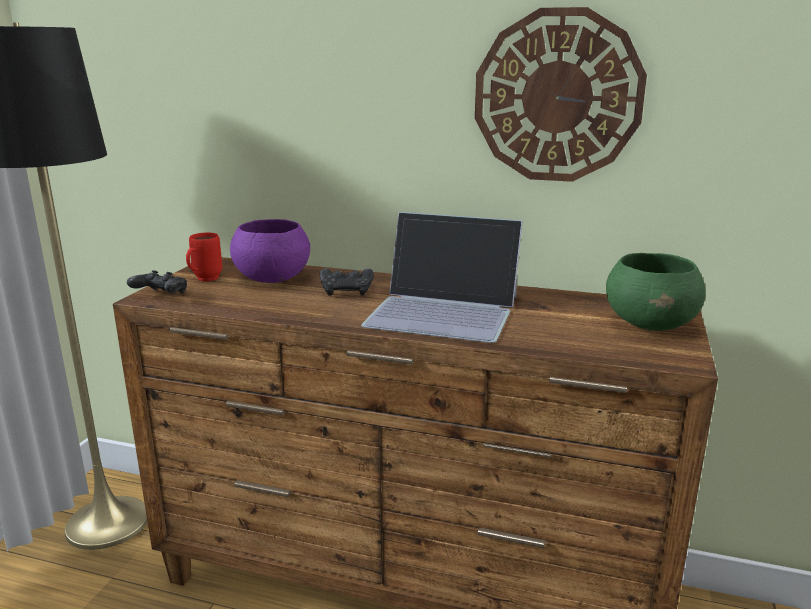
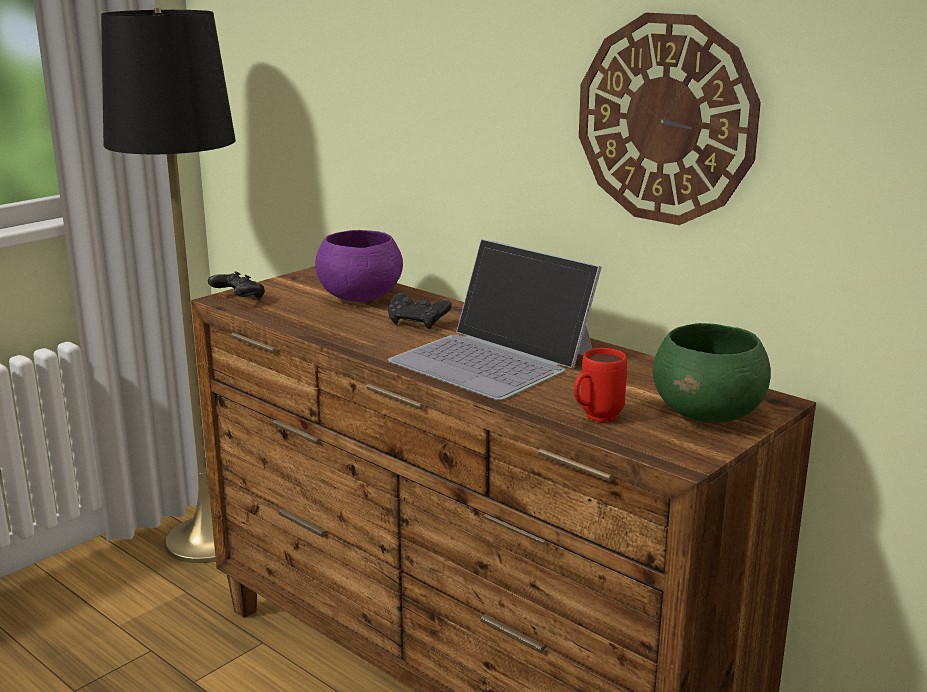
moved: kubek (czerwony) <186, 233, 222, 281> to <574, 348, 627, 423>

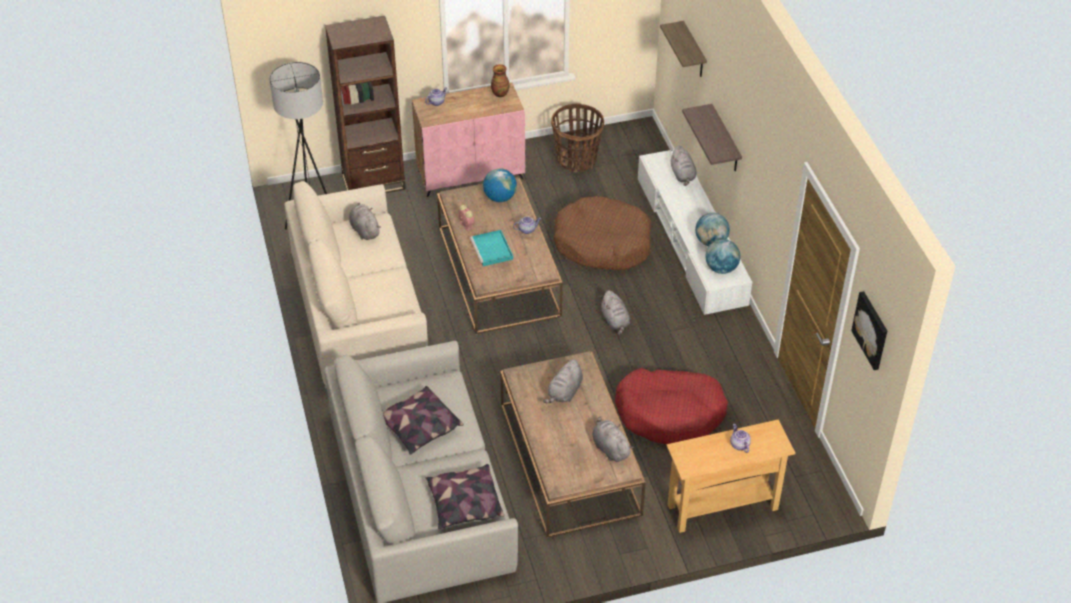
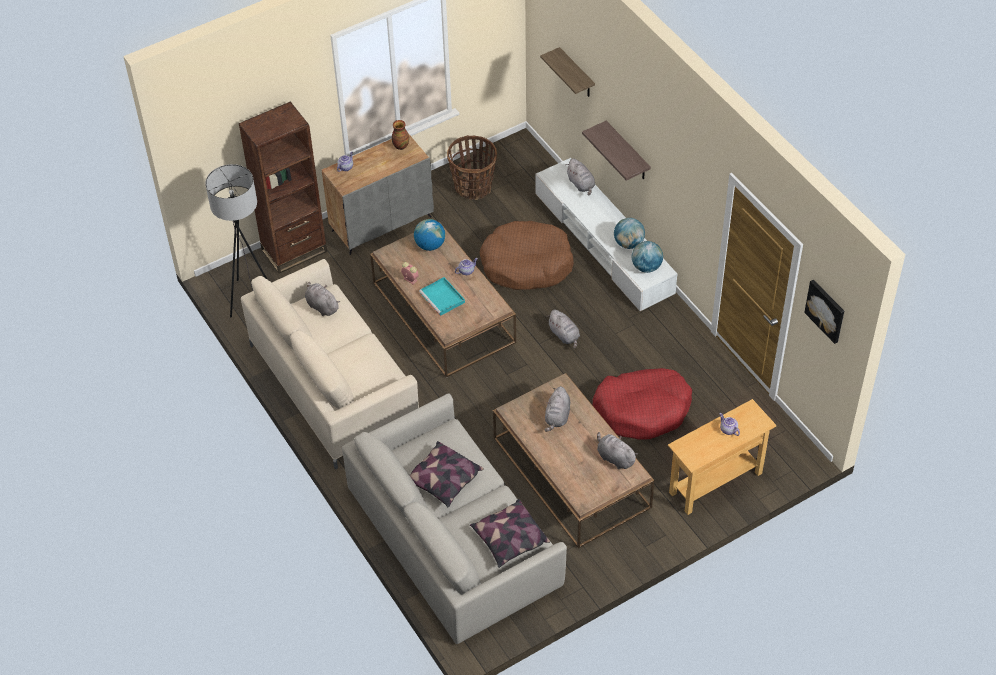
recoloured: szafka (różowy) <412, 83, 525, 197> to szafka (szary) <322, 133, 434, 255>

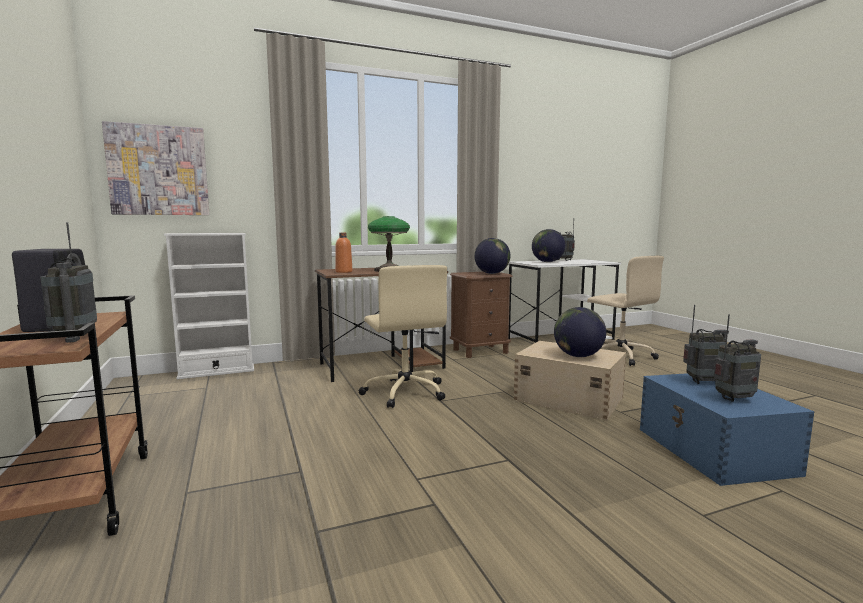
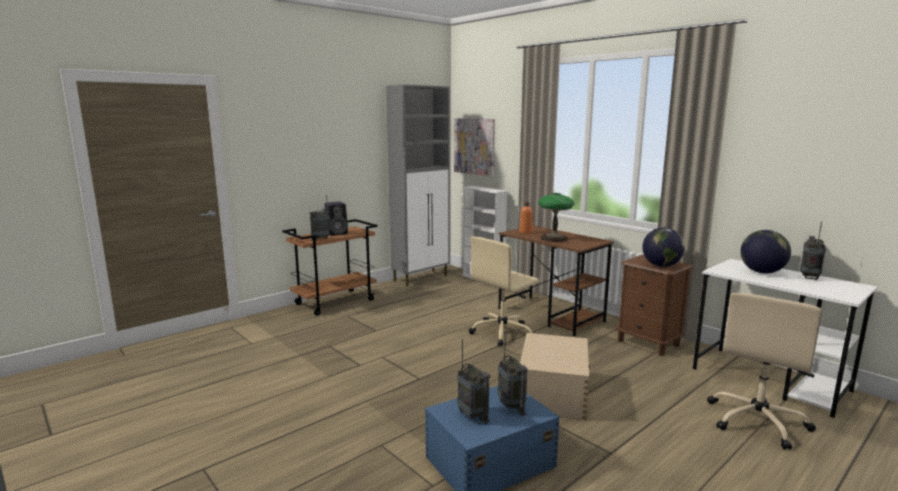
removed: globus <554, 307, 606, 357>
added: szafka (szary) <386, 85, 450, 286>

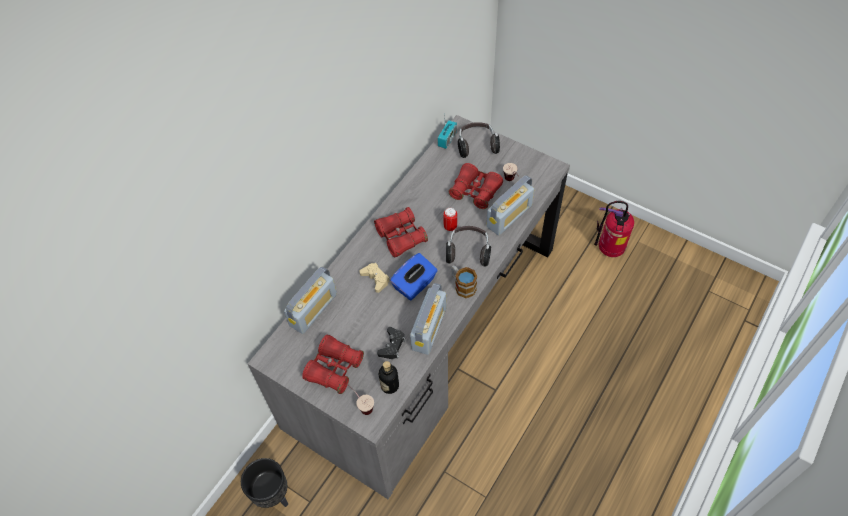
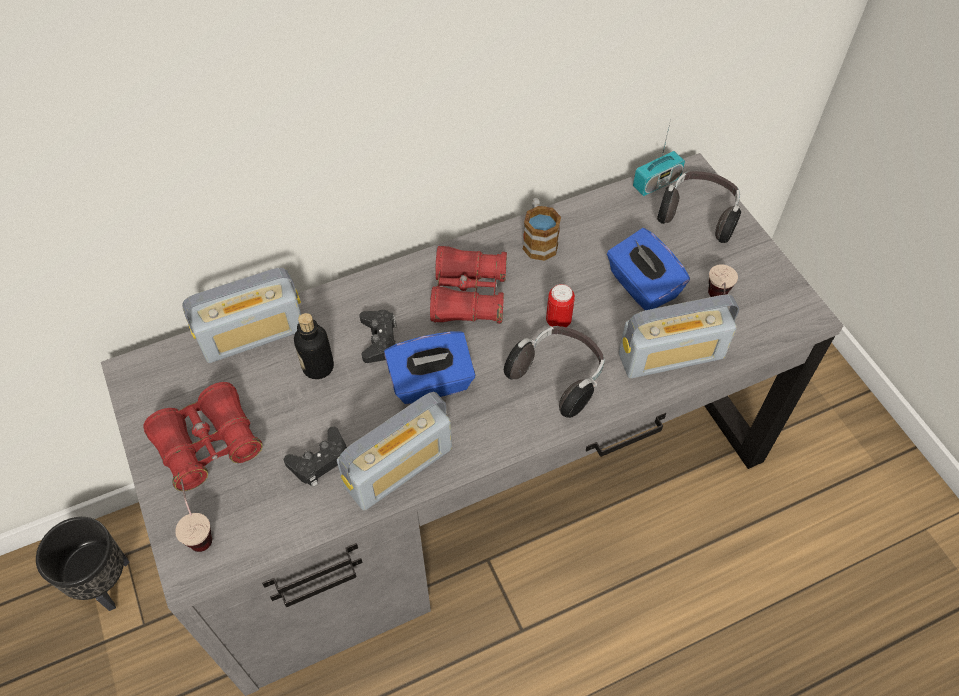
removed: gaśnica <594, 201, 634, 257>
moved: butelka <378, 361, 399, 394> to <294, 313, 334, 379>; kubek <451, 265, 477, 298> to <523, 198, 561, 261>
replaced: lornetka (czerwony) <449, 163, 503, 209> to pudełko chusteczek (niebieski) <607, 228, 690, 311>
recoloured: pad do gier (beżowy) <359, 263, 390, 293> to pad do gier (czarny) <359, 310, 397, 363>

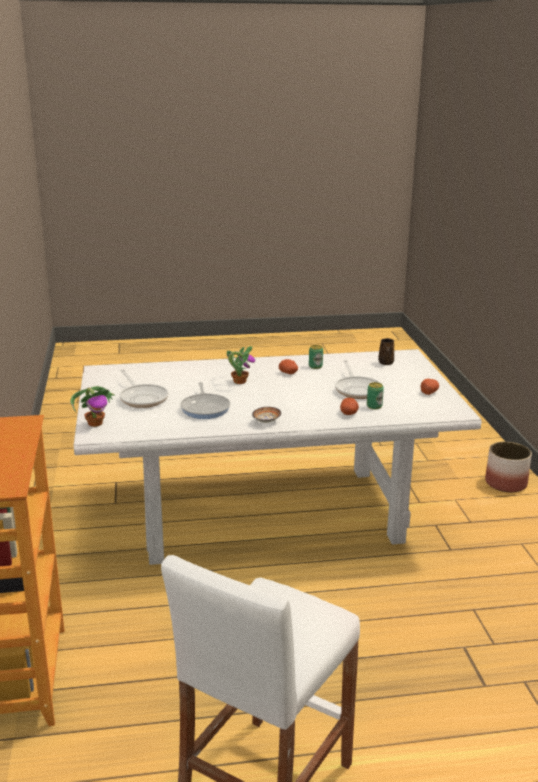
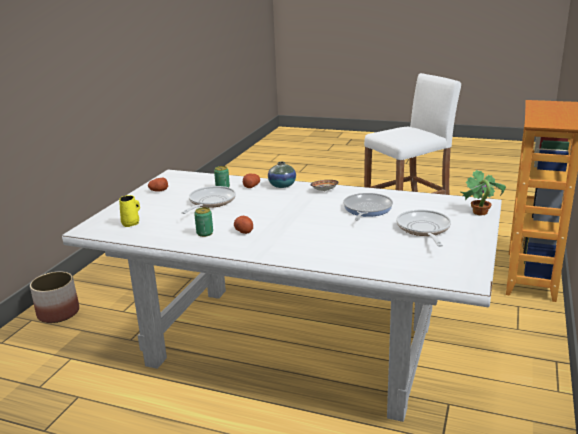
removed: roślina doniczkowa <227, 346, 255, 384>
added: wazon <268, 162, 296, 188>
recoloured: kubek (brązowy) <378, 338, 394, 365> to kubek (żółty) <119, 195, 140, 227>

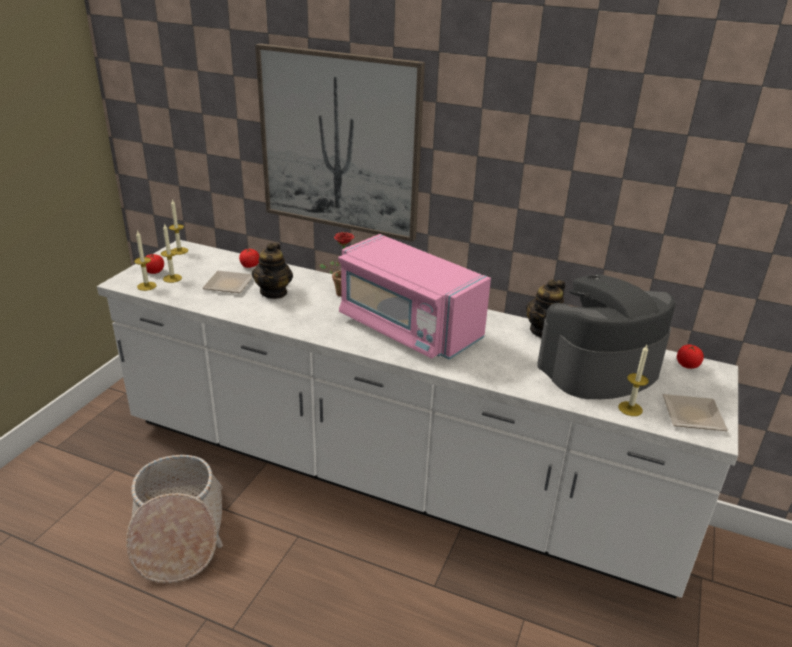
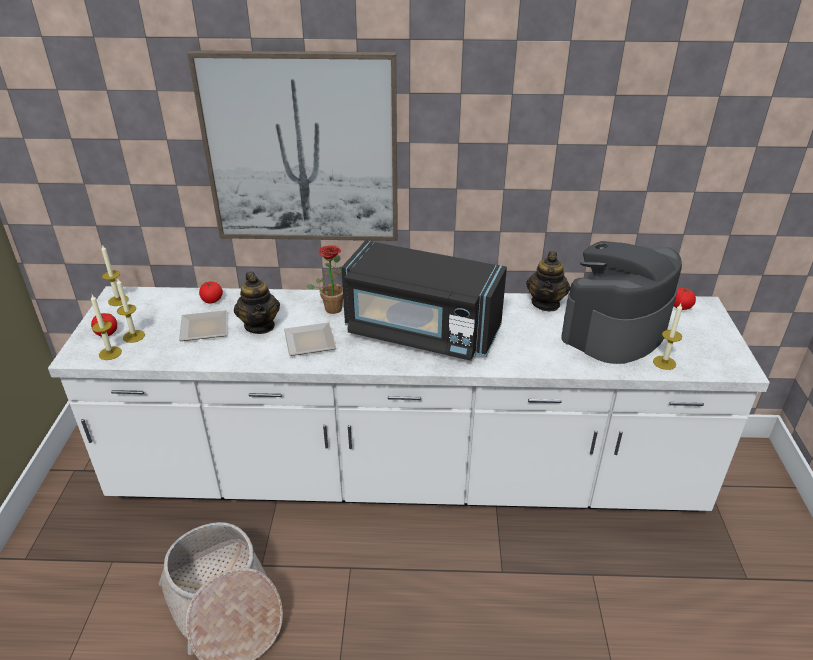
moved: talerz <662, 394, 728, 431> to <284, 322, 336, 356>
recoloured: mikrofalówka (różowy) <338, 234, 491, 360> to mikrofalówka (czarny) <341, 240, 507, 361>

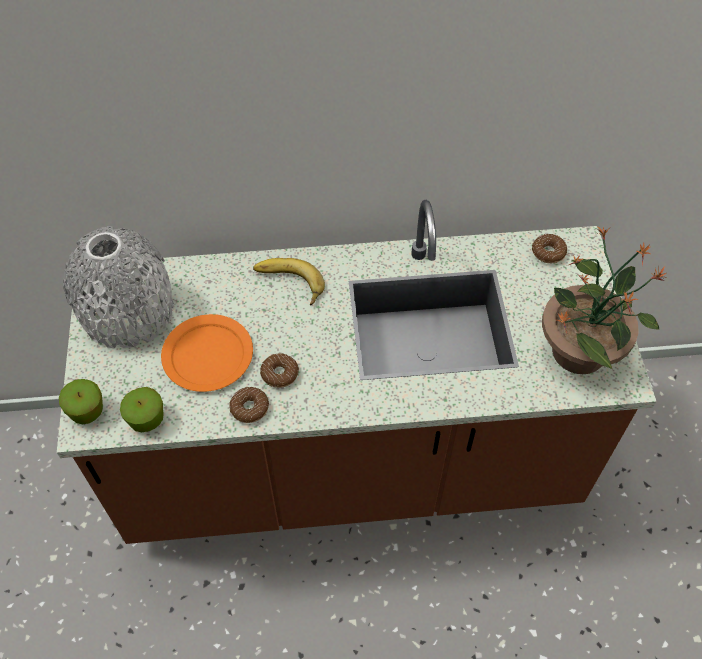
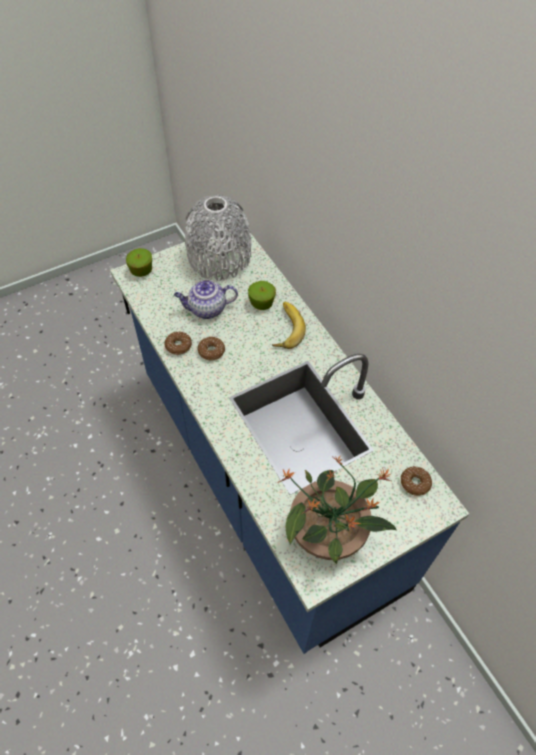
moved: jabłko <120, 387, 164, 432> to <248, 281, 276, 310>
replaced: talerz (pomarańczowy) <161, 314, 253, 392> to imbryk <174, 279, 238, 319>
recoloured: zabudowa kuchenna (brązowy) <57, 200, 657, 544> to zabudowa kuchenna (niebieski) <110, 234, 469, 654>

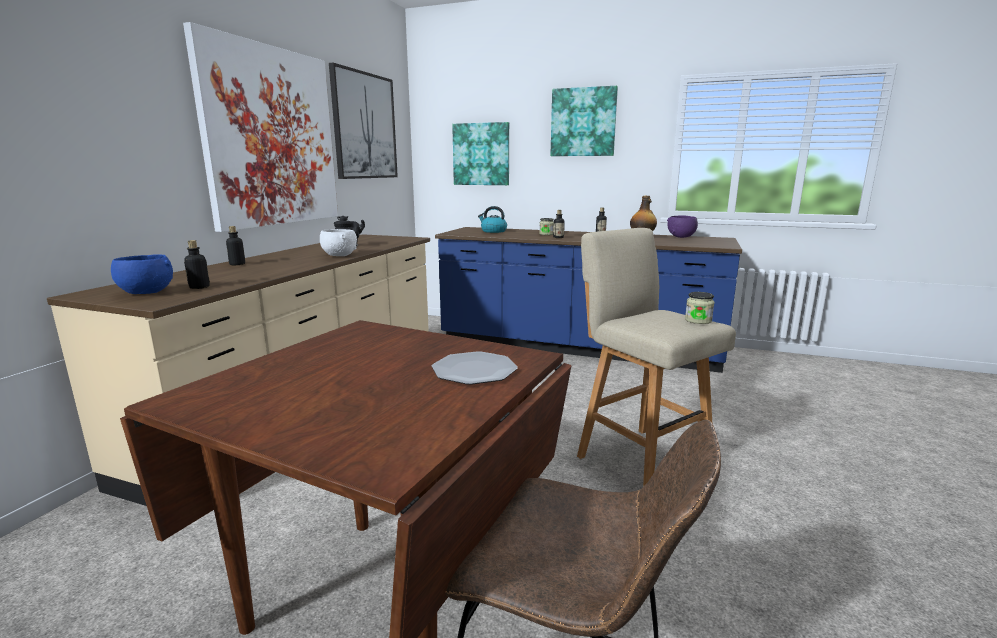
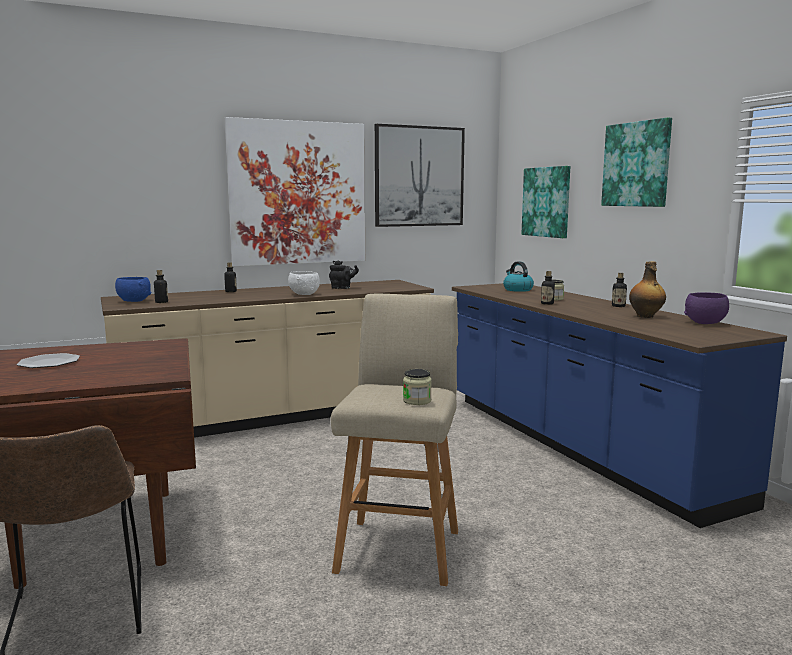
moved: talerz <432, 351, 518, 385> to <16, 353, 80, 368>

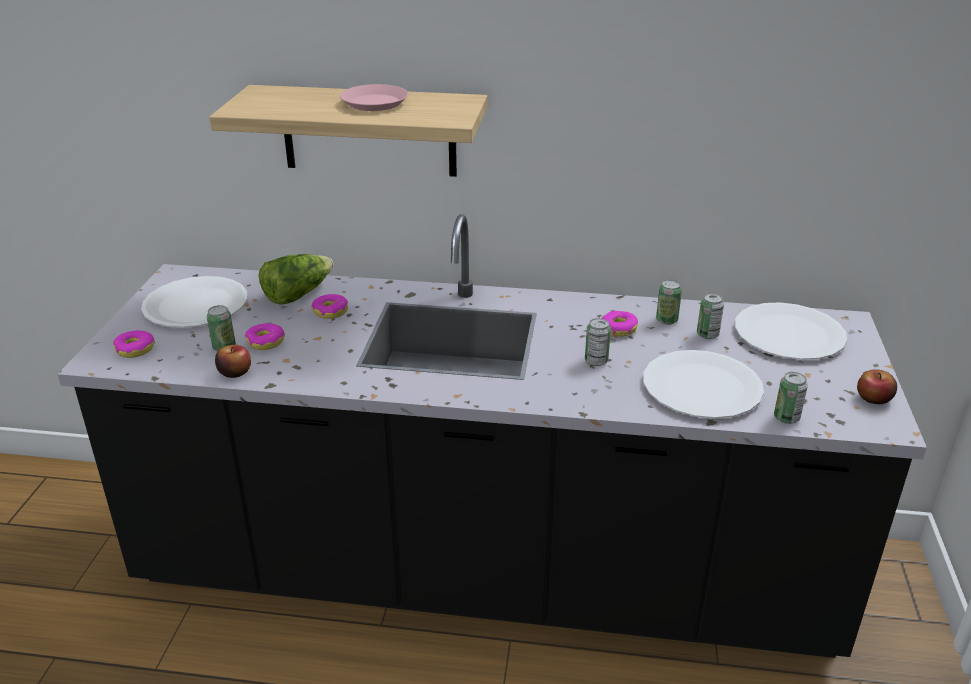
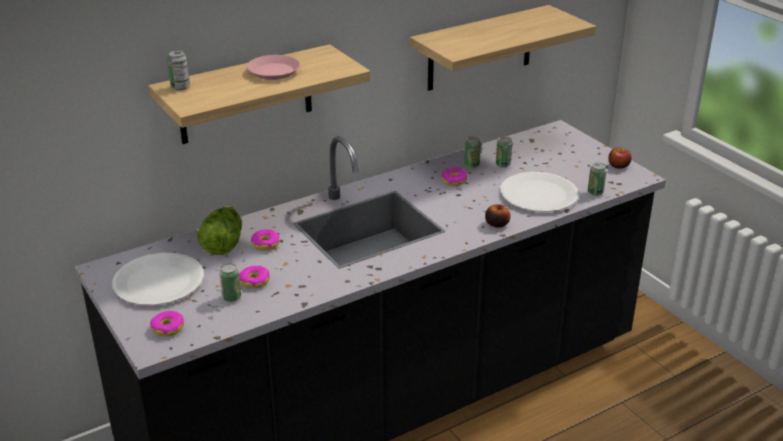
removed: talerz (biały) <735, 302, 847, 360>
added: półka <409, 5, 596, 91>
moved: jabłko <215, 345, 251, 378> to <485, 204, 510, 228>; puszka <585, 318, 611, 366> to <167, 50, 190, 90>

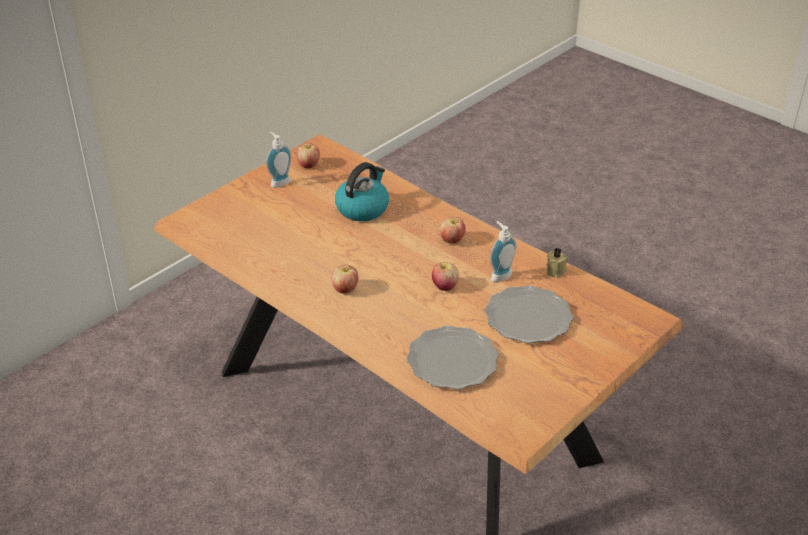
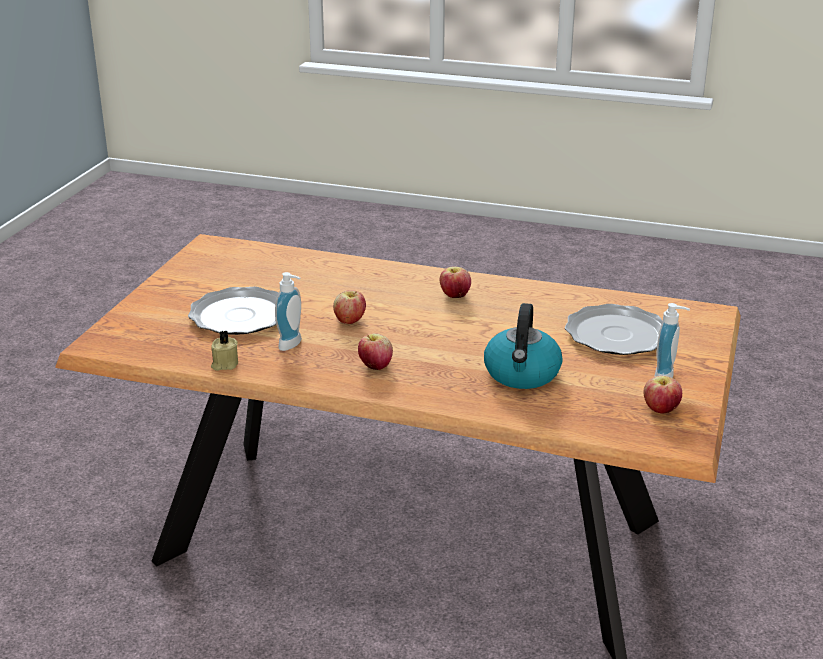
moved: talerz <406, 326, 499, 390> to <565, 304, 663, 355>

